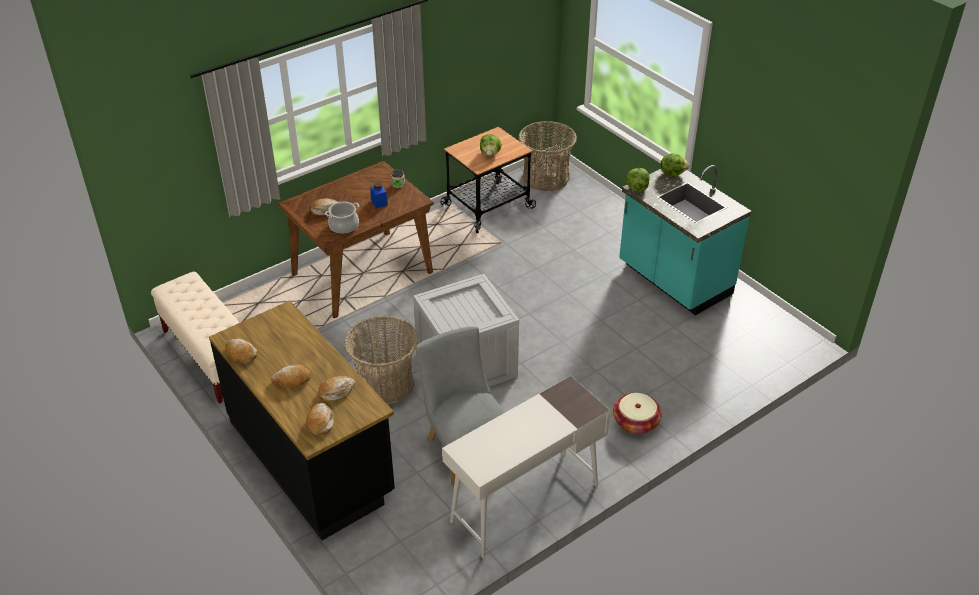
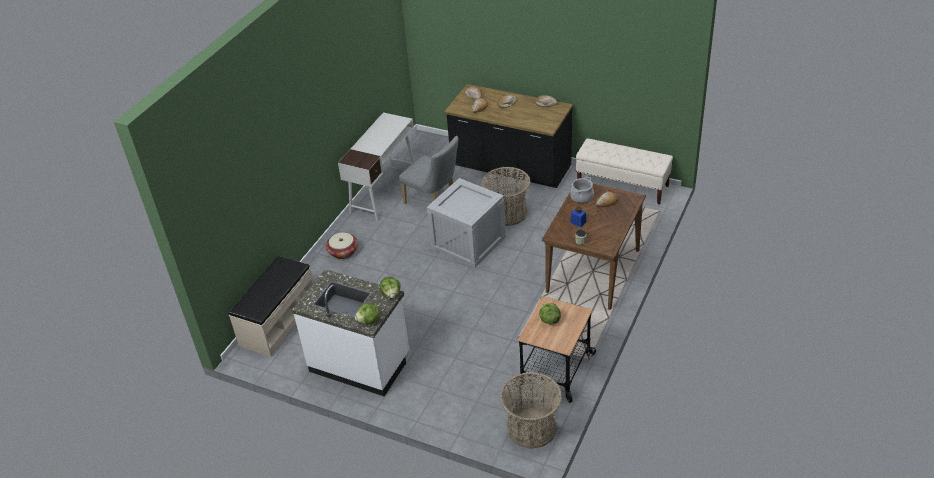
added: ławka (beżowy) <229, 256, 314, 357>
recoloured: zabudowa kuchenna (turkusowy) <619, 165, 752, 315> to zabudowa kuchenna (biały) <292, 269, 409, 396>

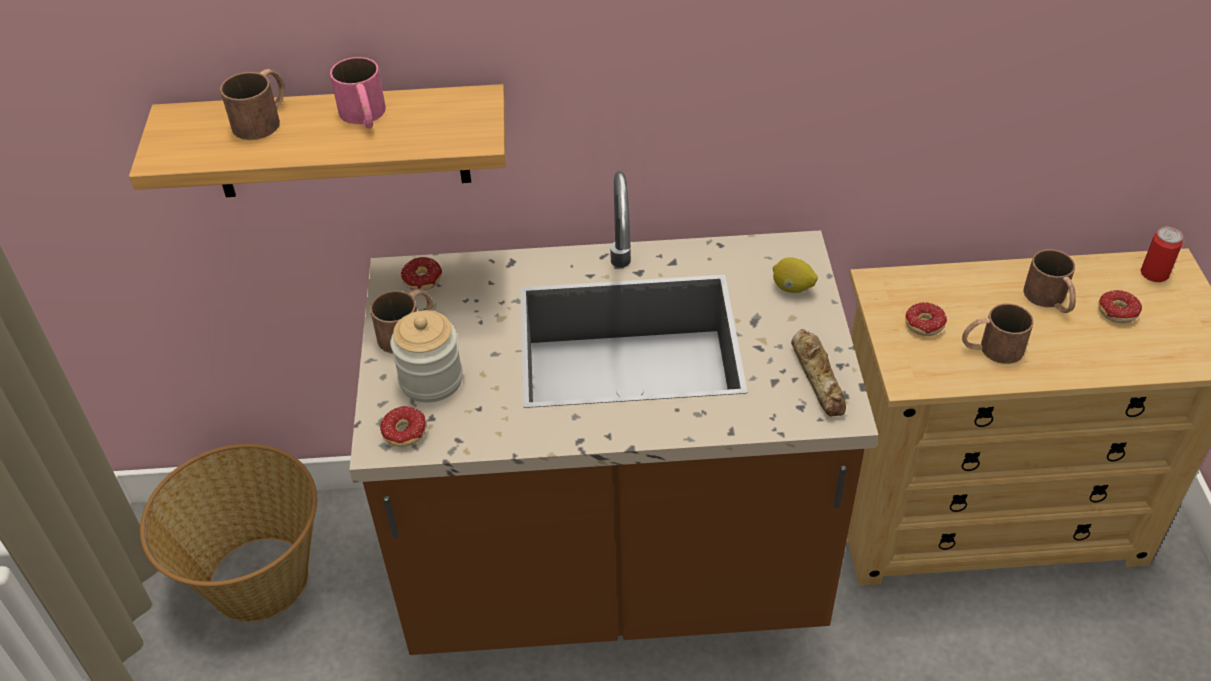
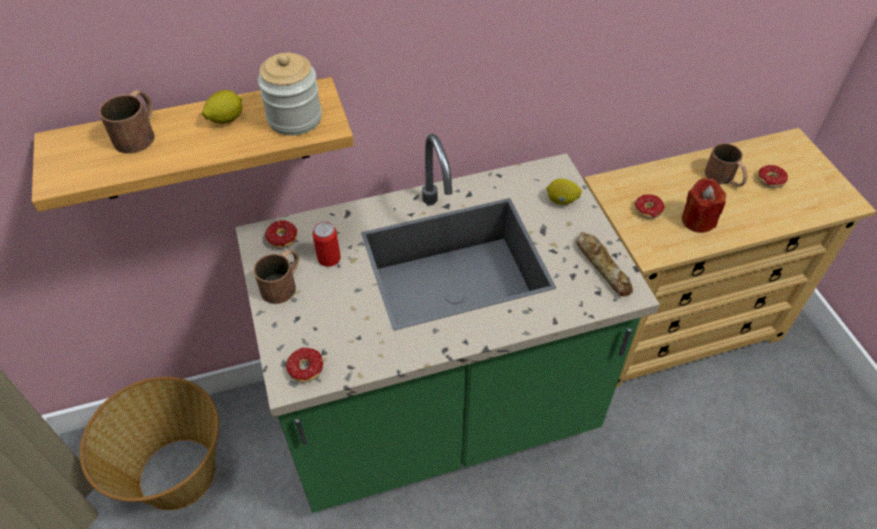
moved: słoik <390, 310, 463, 402> to <258, 53, 322, 136>; puszka <1141, 227, 1183, 282> to <313, 221, 341, 267>
replaced: kubek (różowy) <330, 57, 386, 128> to cytryna <202, 90, 242, 124>; kubek (brązowy) <962, 303, 1034, 364> to świeca (czerwony) <682, 178, 726, 233>
recoloured: zabudowa kuchenna (brązowy) <349, 171, 878, 655> to zabudowa kuchenna (zielony) <235, 134, 660, 513>

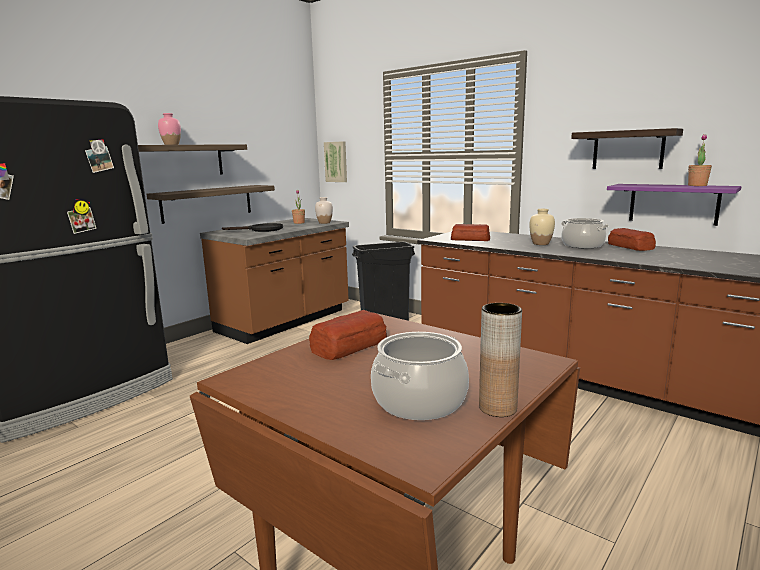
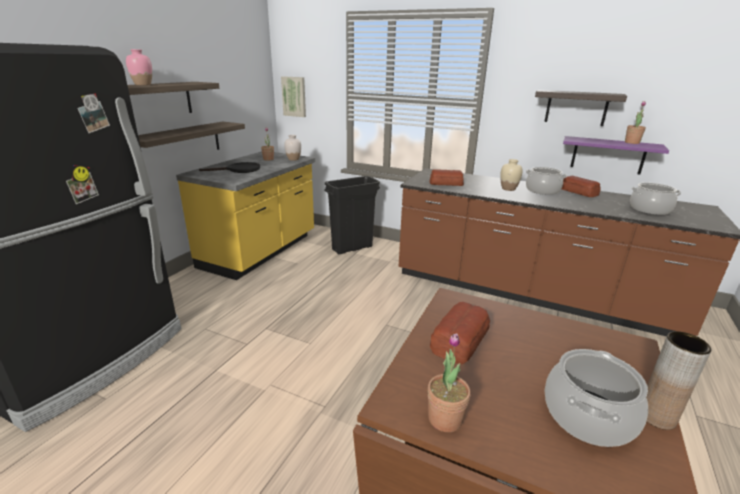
added: roślina doniczkowa <428, 333, 471, 432>; garnek <630, 183, 681, 215>
recoloured: zabudowa kuchenna (brązowy) <200, 218, 349, 344> to zabudowa kuchenna (żółty) <176, 151, 315, 280>

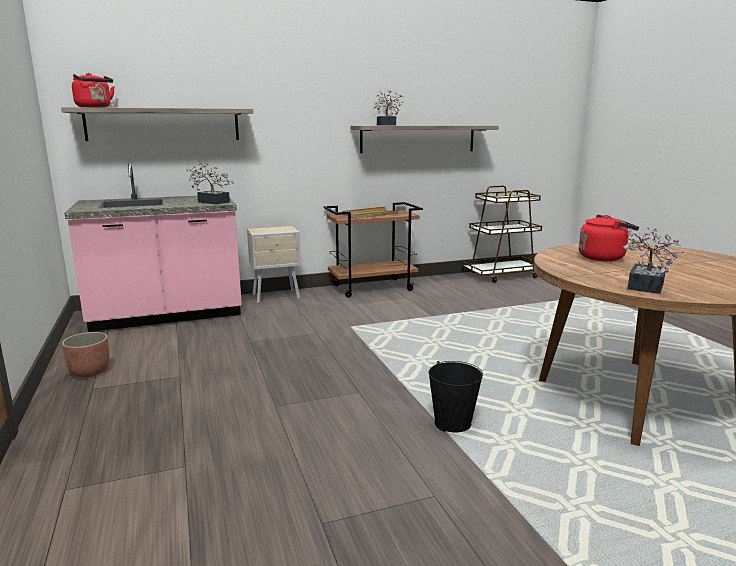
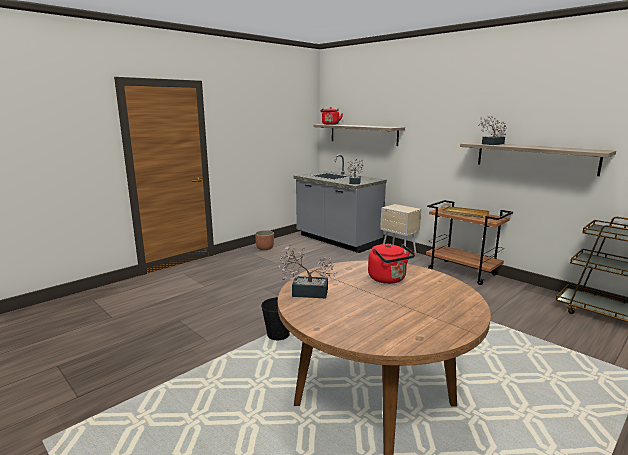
recoloured: zabudowa kuchenna (różowy) <64, 163, 242, 332> to zabudowa kuchenna (szary) <293, 155, 387, 253>

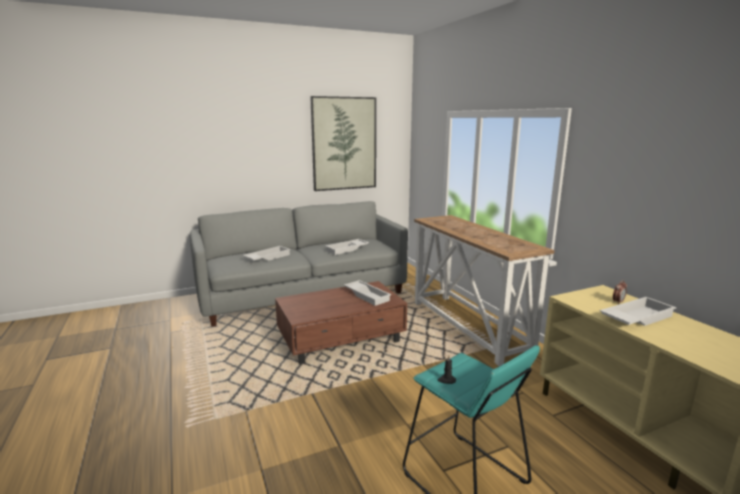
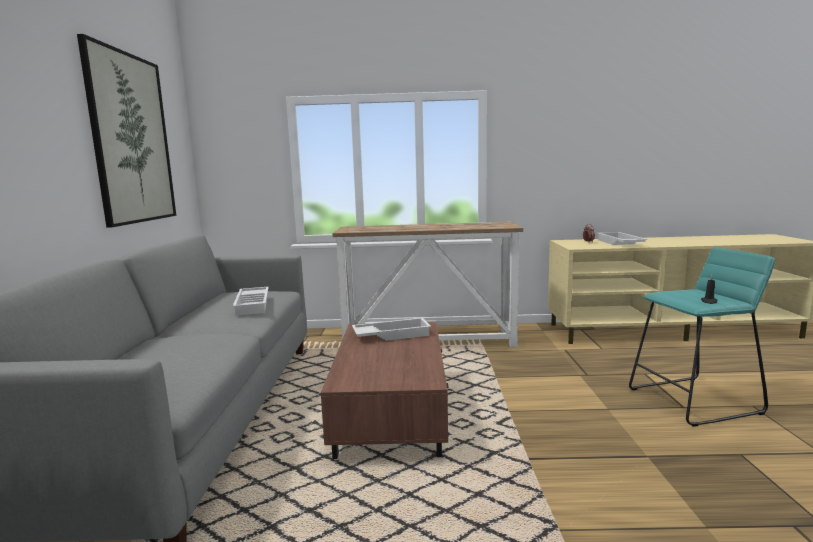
removed: taca (biały) <243, 246, 291, 261>

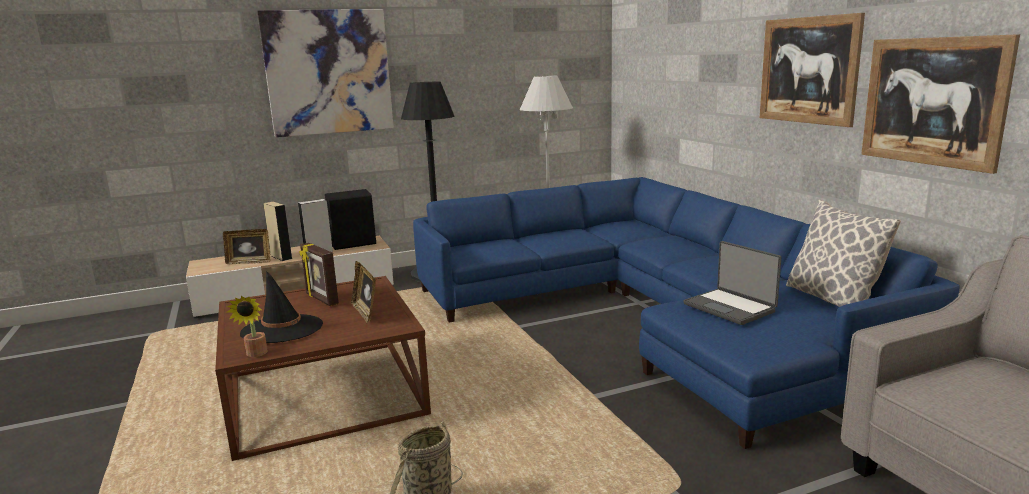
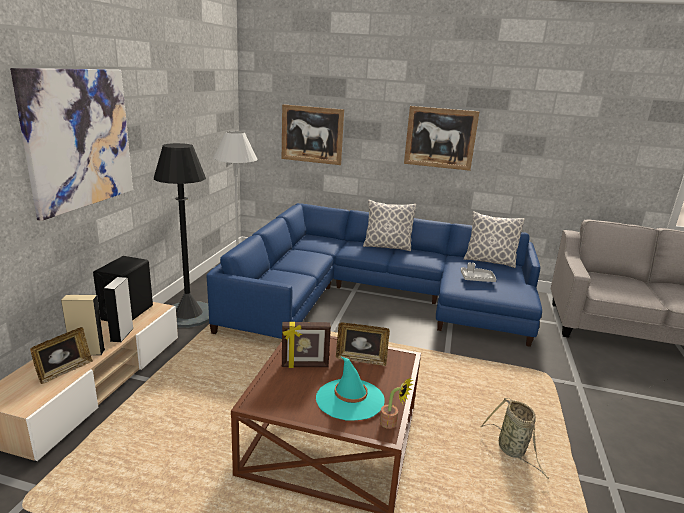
added: poduszka <363, 200, 416, 251>
moved: obraz <861, 34, 1020, 174> to <282, 104, 344, 165>
replaced: laptop <684, 241, 781, 325> to taca (szary) <461, 262, 496, 282>
recoloured: kapelusz (czarny) <240, 271, 323, 343> to kapelusz (turkusowy) <316, 357, 385, 421>

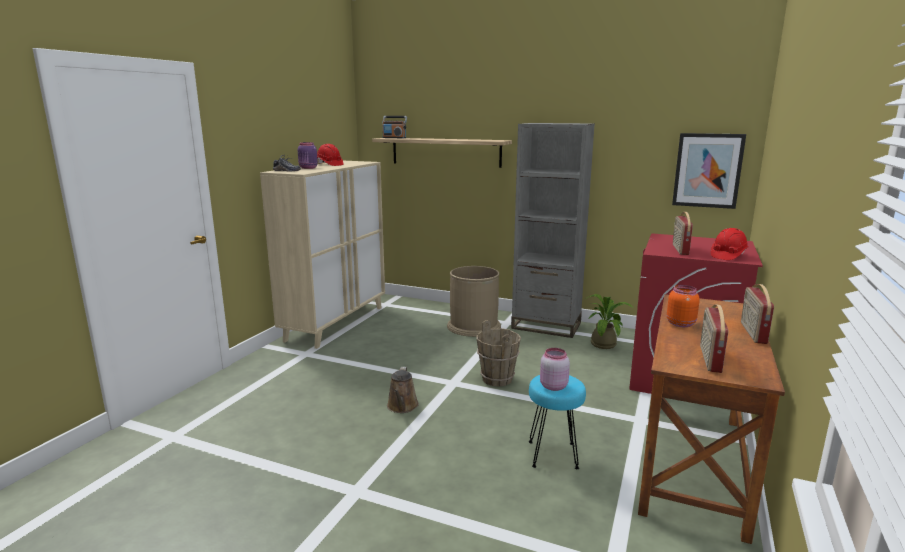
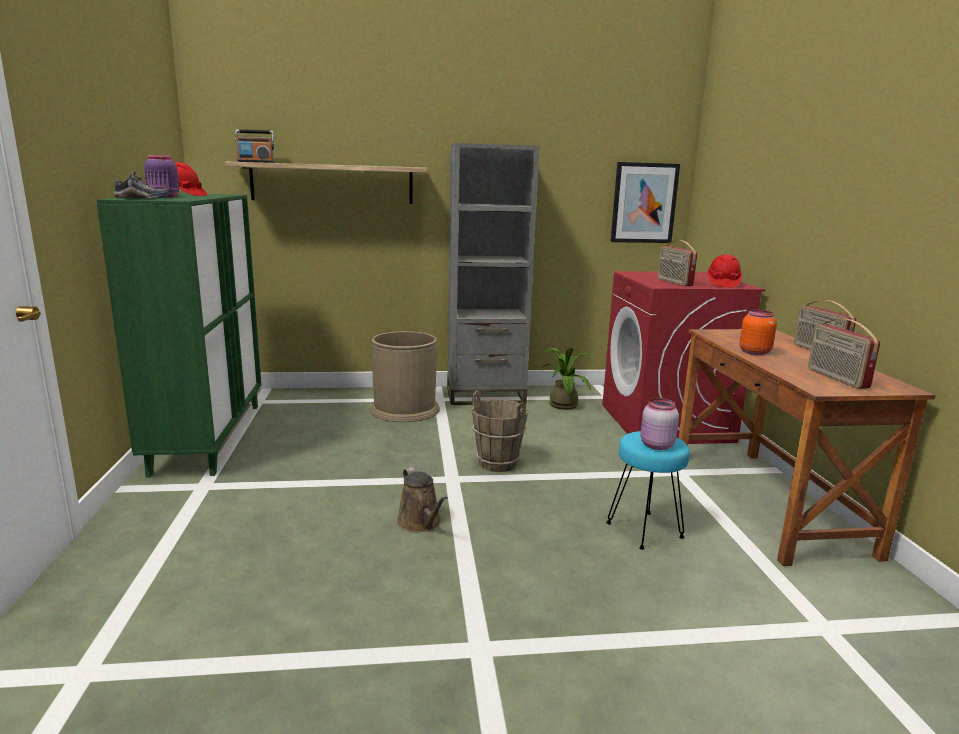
recoloured: szafka (beżowy) <260, 161, 385, 349> to szafka (zielony) <97, 193, 262, 478>

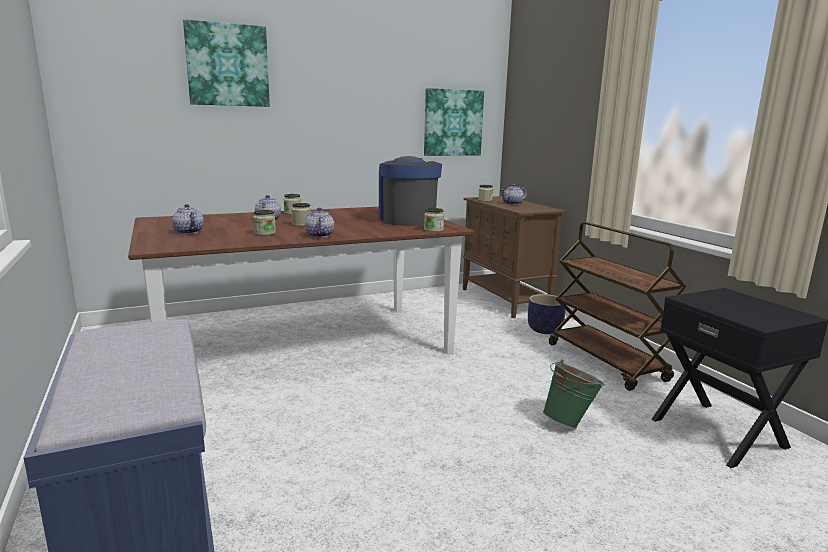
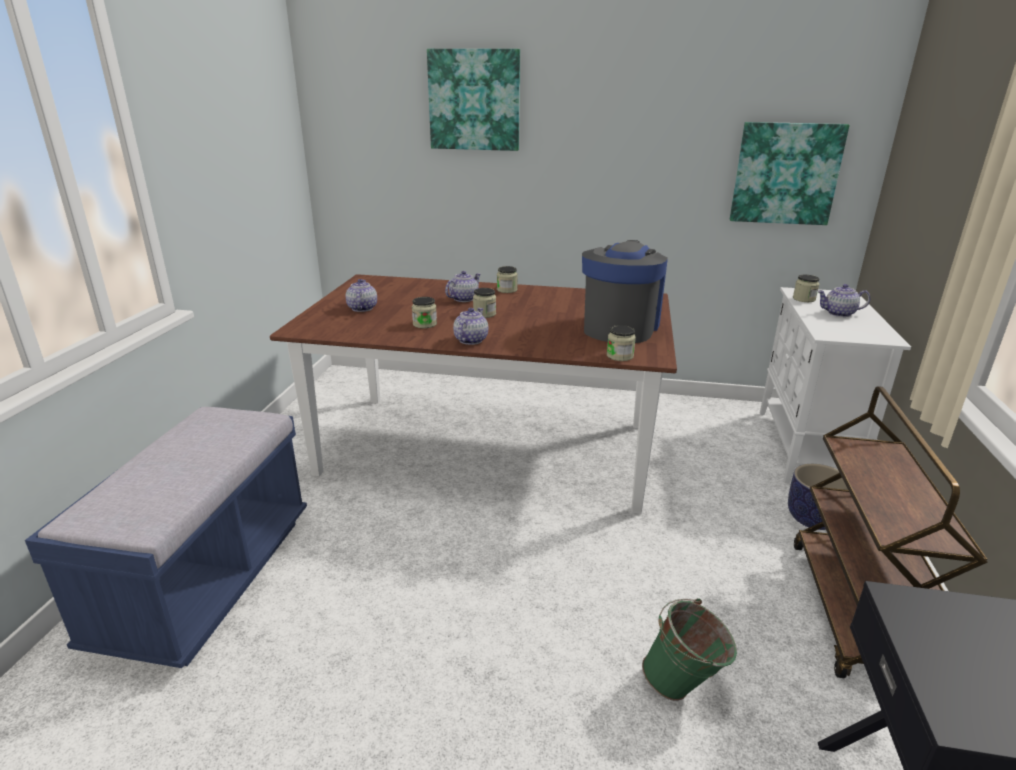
recoloured: szafka (brązowy) <463, 196, 567, 318> to szafka (biały) <760, 287, 911, 483>

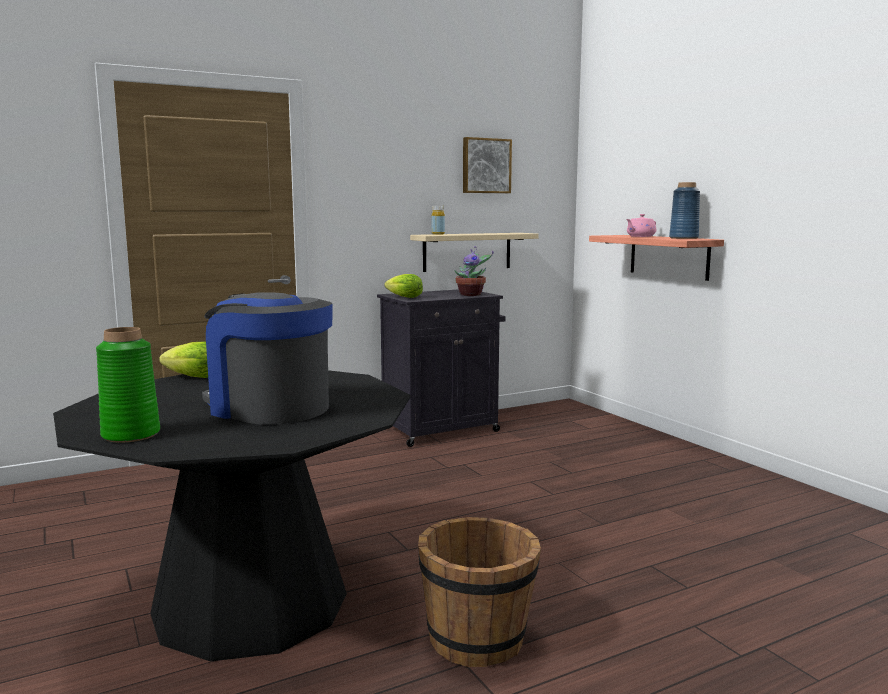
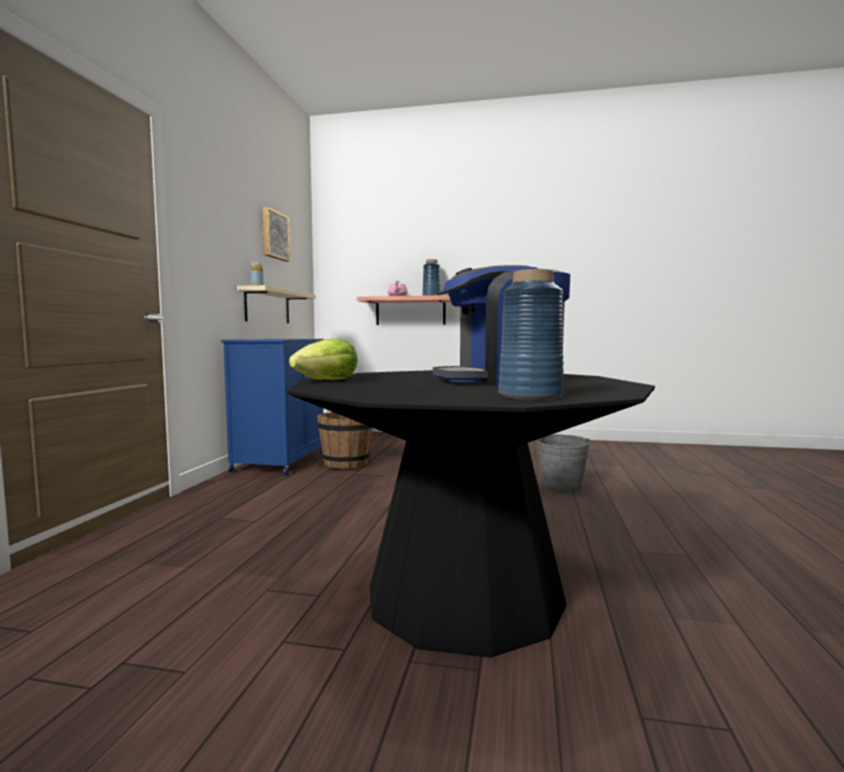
removed: sałata <385, 274, 423, 298>; roślina doniczkowa <454, 246, 493, 296>
added: wiadro (szary) <537, 434, 590, 493>
moved: wiadro (brązowy) <418, 517, 541, 667> to <317, 412, 373, 469>
recoloured: wazon (zielony) <96, 327, 160, 443> to wazon (niebieski) <498, 269, 564, 400>; szafka (czarny) <377, 289, 506, 447> to szafka (niebieski) <221, 339, 324, 475>

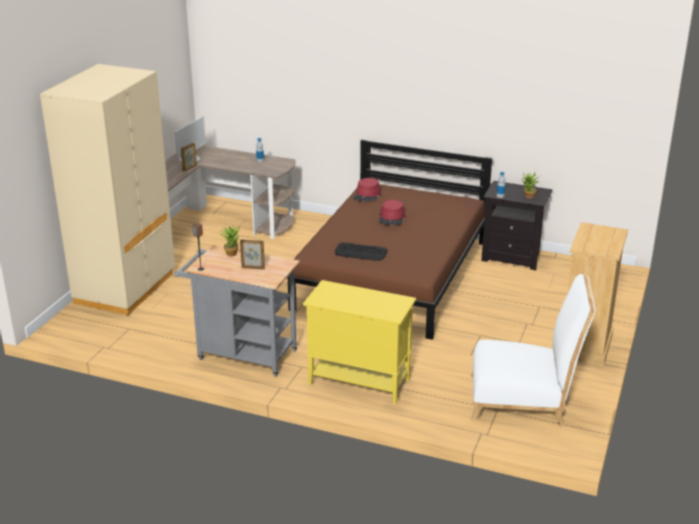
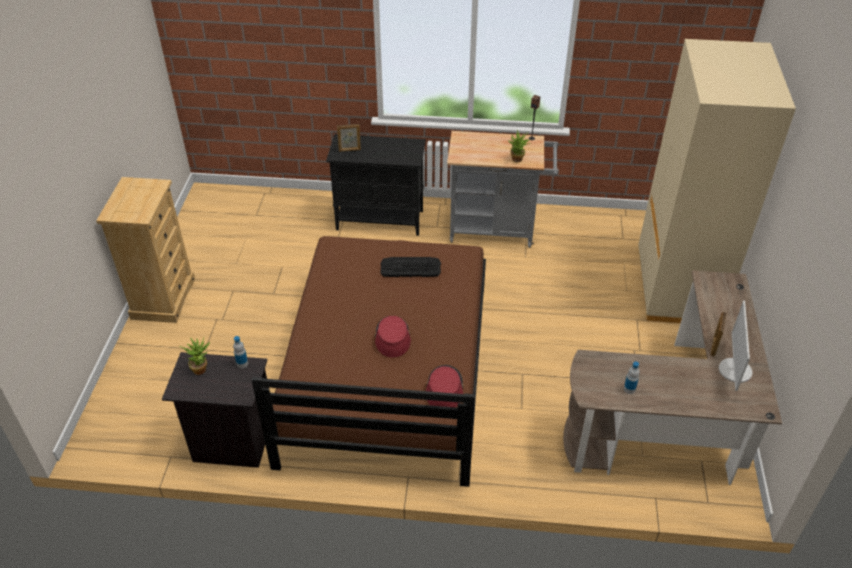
removed: krzesło (biały) <471, 272, 596, 427>
moved: ramka na zdjęcie <240, 240, 265, 270> to <337, 124, 361, 152>
recoloured: szafka (żółty) <303, 280, 416, 404> to szafka (czarny) <326, 134, 426, 236>

